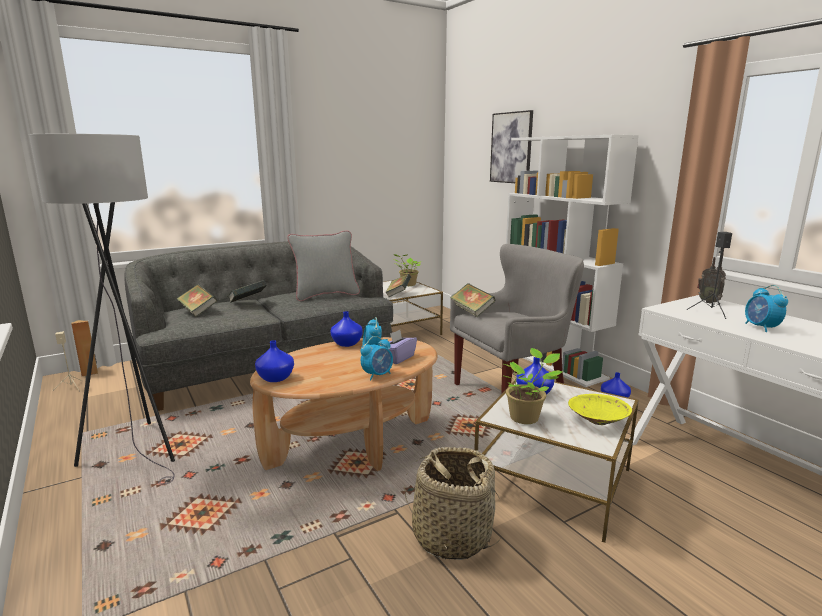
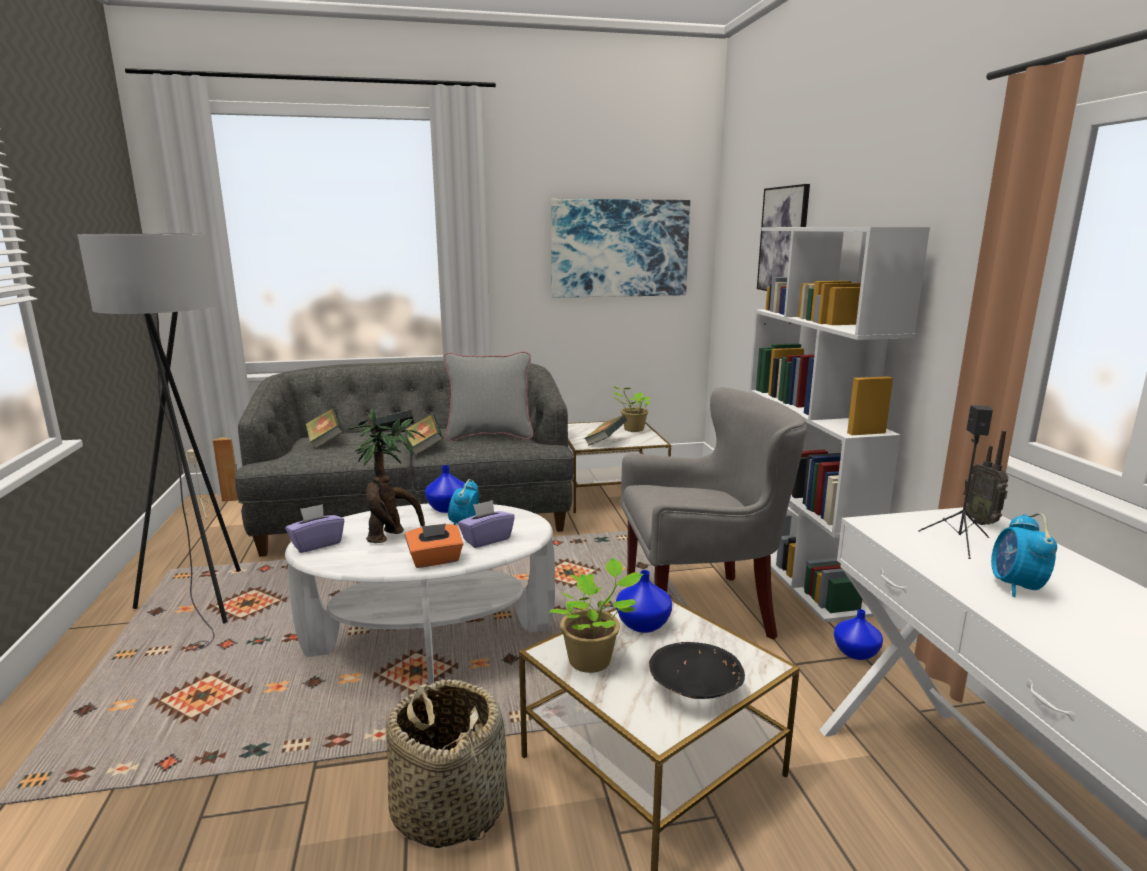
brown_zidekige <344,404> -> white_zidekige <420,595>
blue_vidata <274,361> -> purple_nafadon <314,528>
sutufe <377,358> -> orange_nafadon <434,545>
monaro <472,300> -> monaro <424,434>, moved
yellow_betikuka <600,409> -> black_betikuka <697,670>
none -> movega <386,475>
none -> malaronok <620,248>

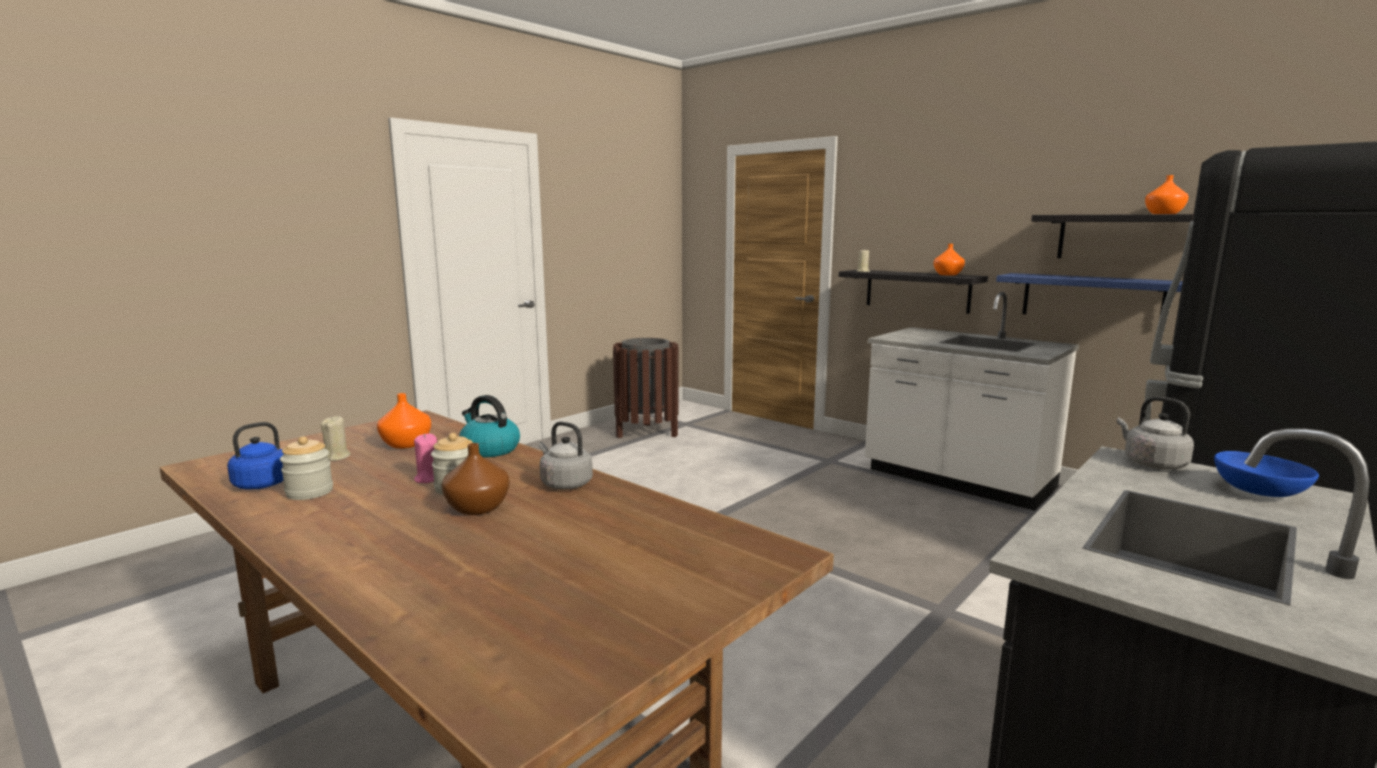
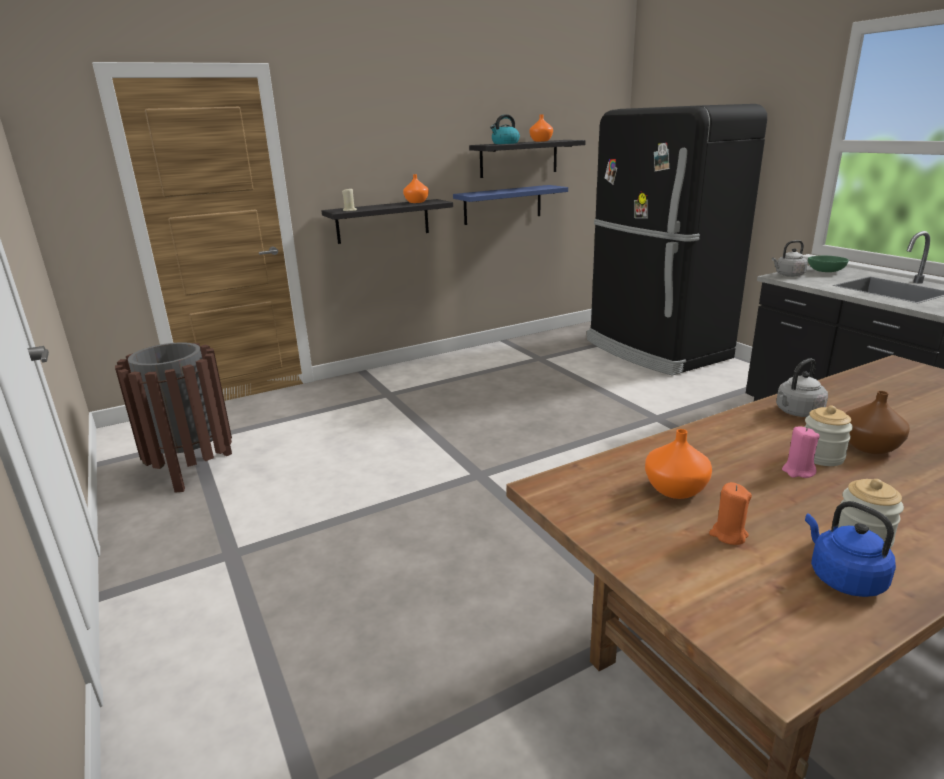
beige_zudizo <336,438> -> orange_zudizo <730,513>
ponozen <489,426> -> ponozen <505,129>, moved
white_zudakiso <972,401> -> none
blue_betikuka <1266,474> -> green_betikuka <828,264>

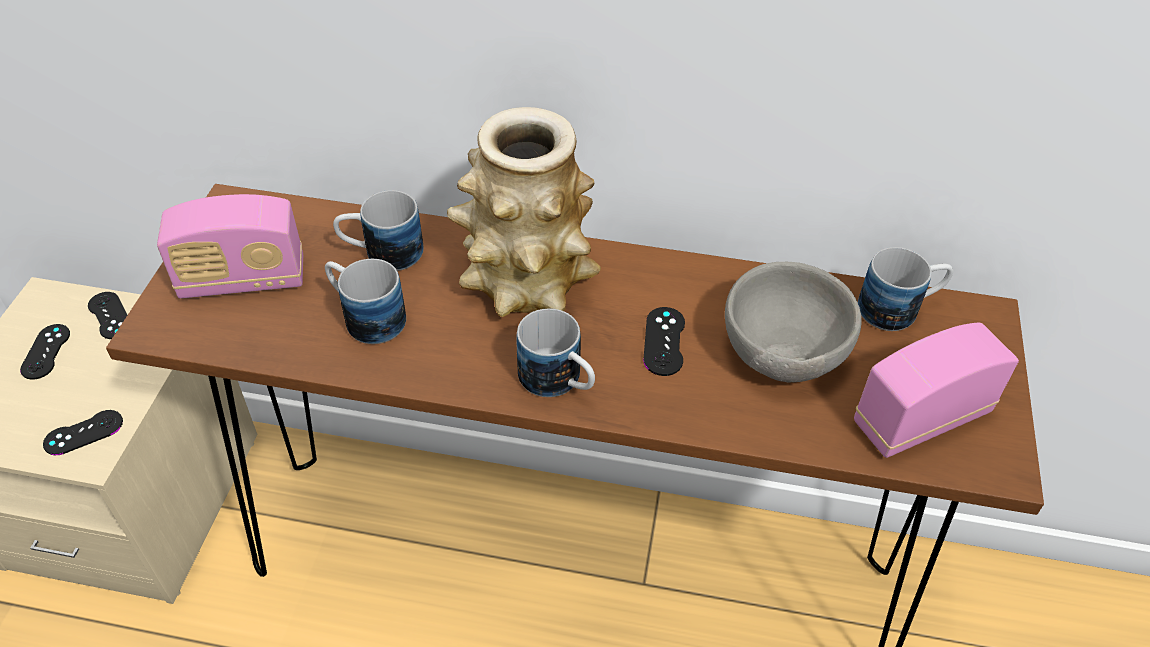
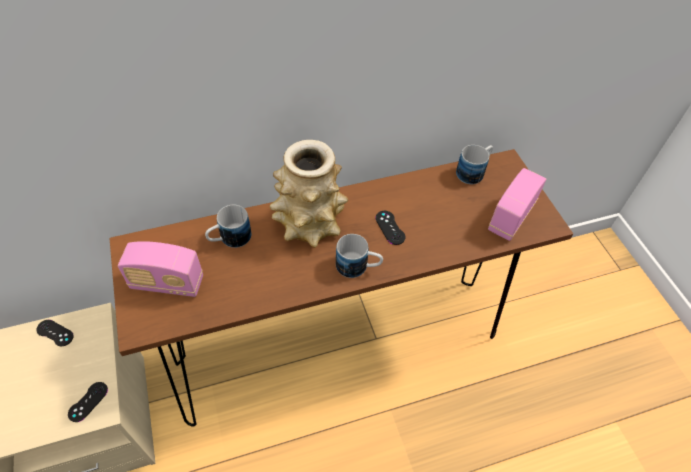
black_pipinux <45,352> -> none
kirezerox <230,246> -> kirezerox <160,269>, 45 degrees clockwise
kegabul <365,301> -> none
grey_betikuka <793,322> -> none

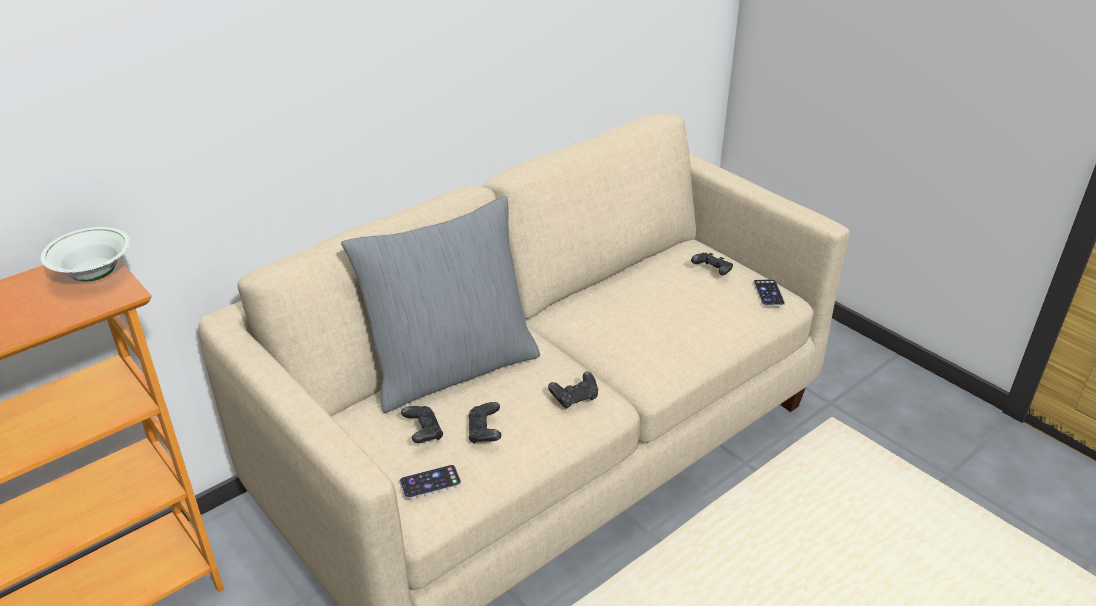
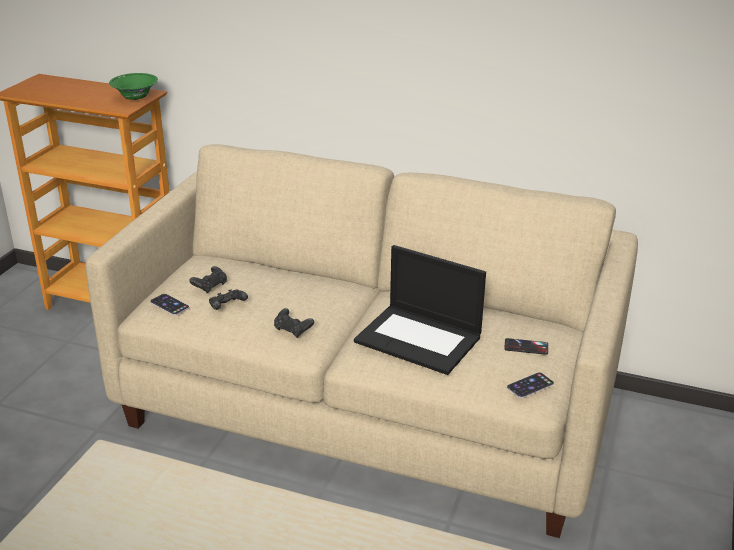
white_betikuka <85,254> -> green_betikuka <133,86>
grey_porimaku <440,304> -> none
black_pipinux <712,264> -> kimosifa <526,346>
none -> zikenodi <420,310>

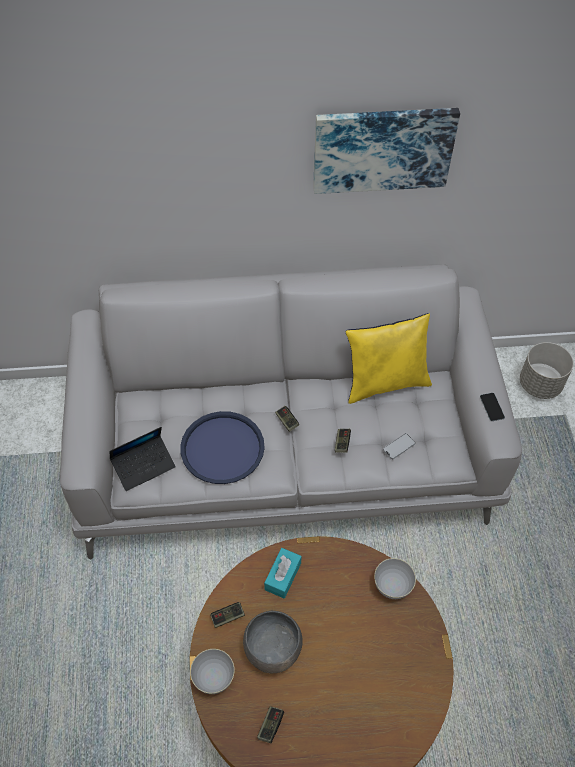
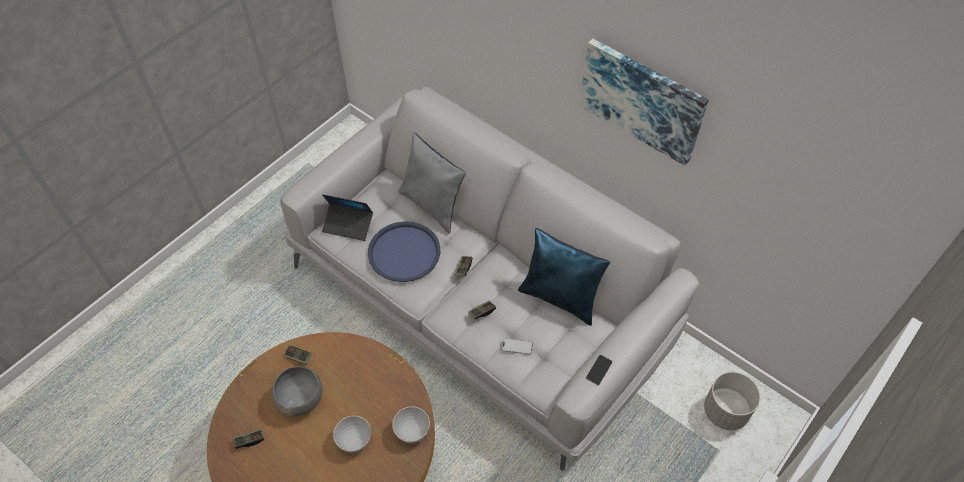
grey_betikuka <212,671> -> grey_betikuka <352,434>, moved
turquoise_nafadon <283,573> -> none
yellow_porimaku <389,358> -> blue_porimaku <564,277>
none -> grey_porimaku <432,183>

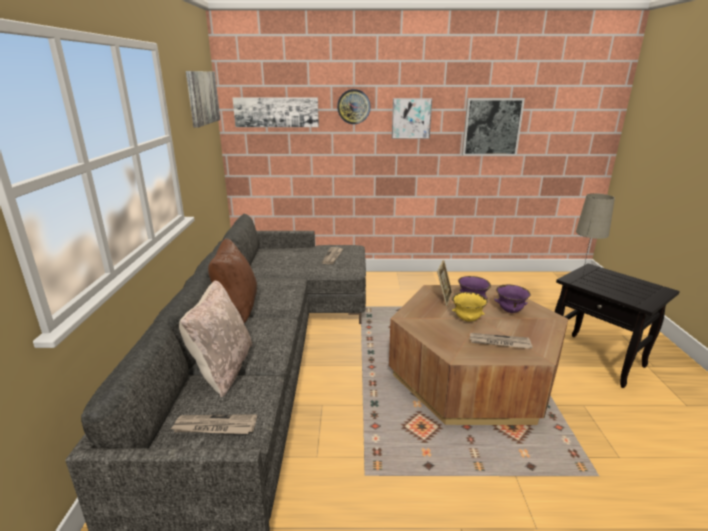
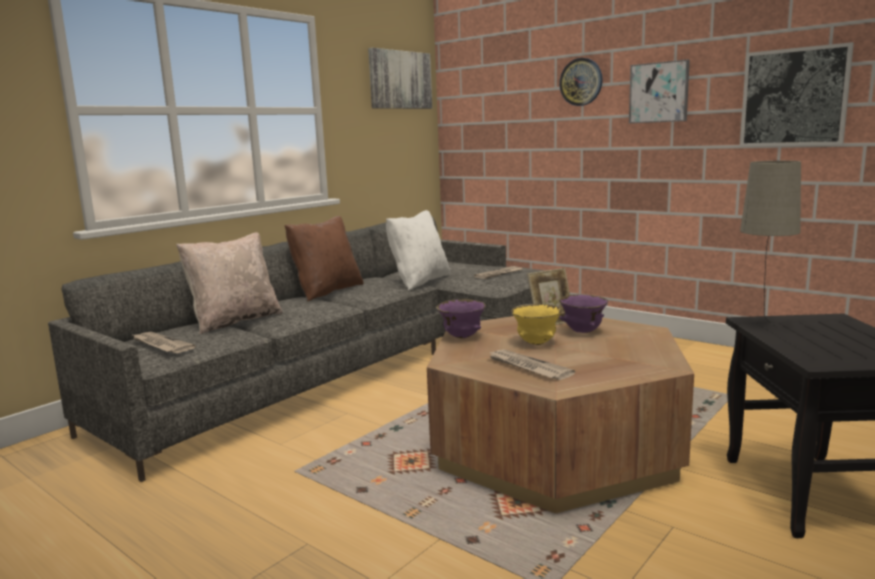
malaronok <276,112> -> none
purple_betikuka <512,298> -> purple_betikuka <461,318>, moved
none -> white_porimaku <418,250>

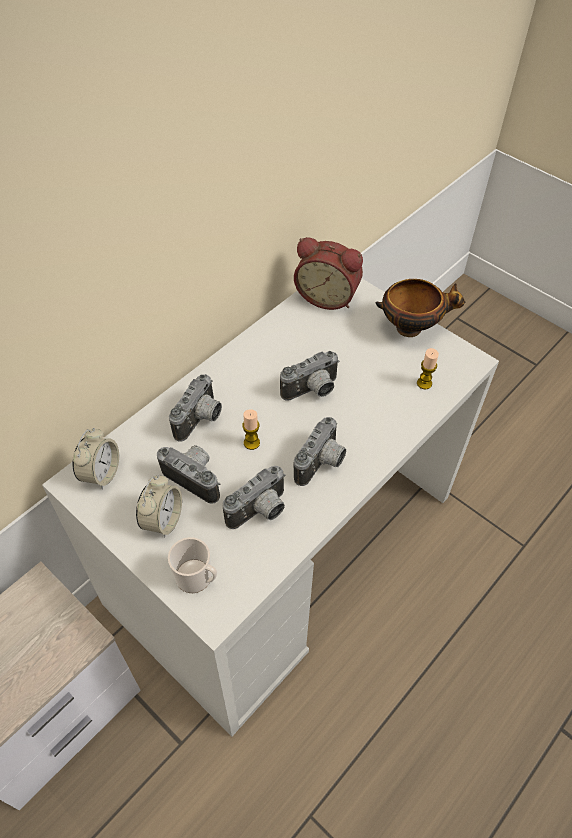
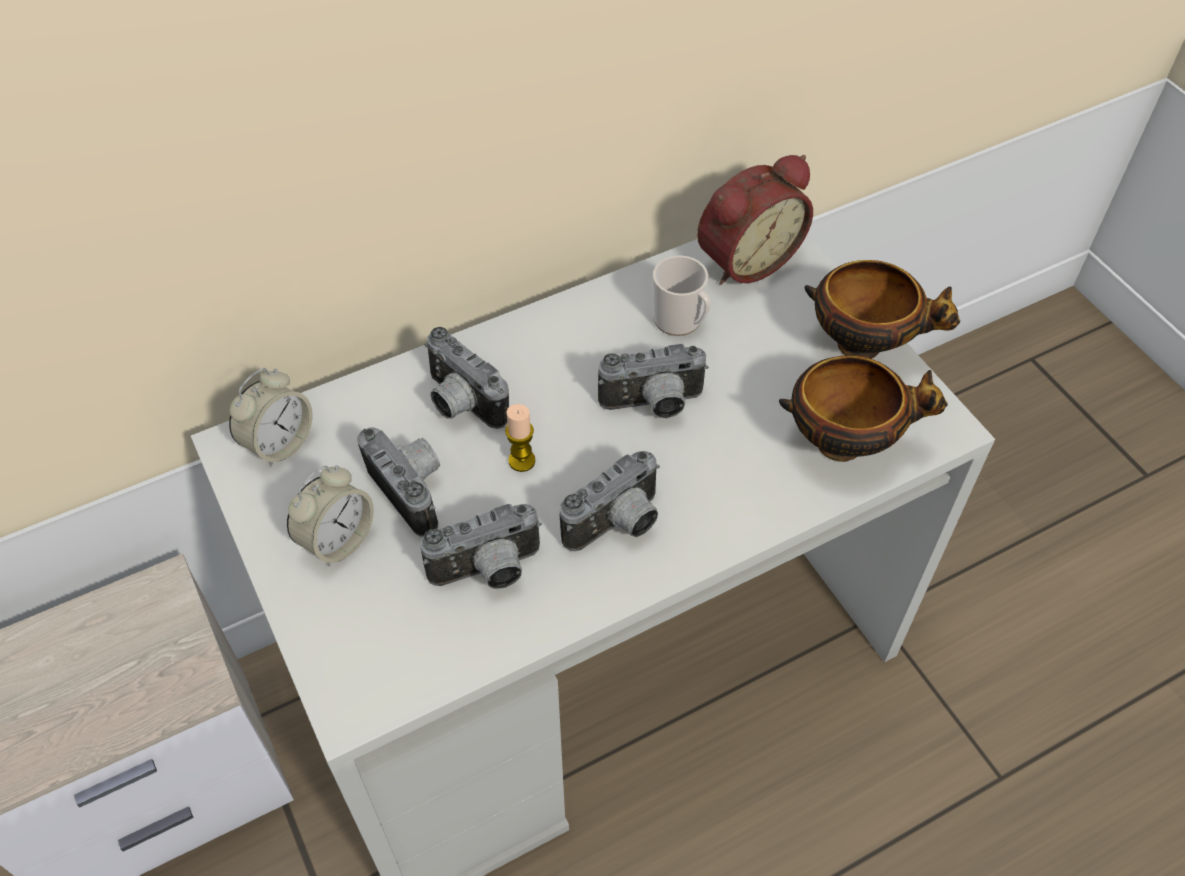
kegabul <192,565> -> kegabul <682,295>, moved
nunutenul <195,408> -> nunutenul <466,378>, 90 degrees clockwise
sutufe <328,273> -> sutufe <755,220>, 75 degrees counterclockwise
zudizo <428,369> -> betikuka <863,408>

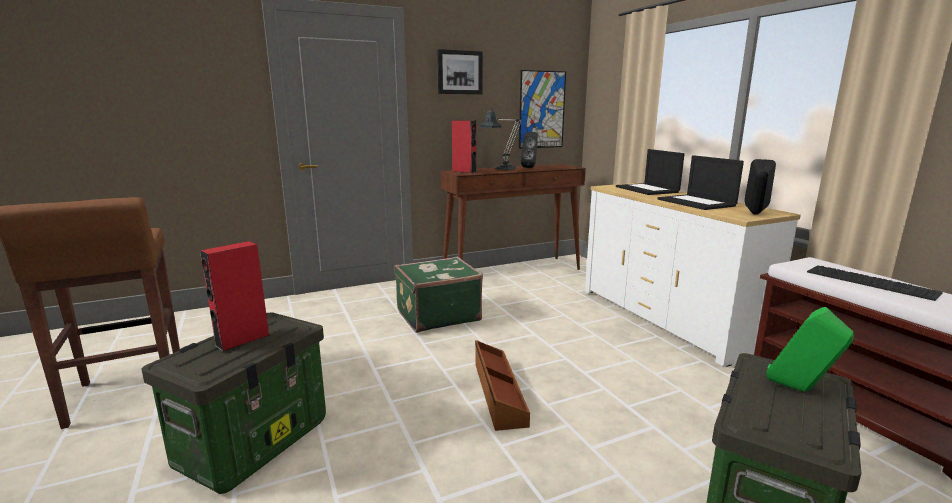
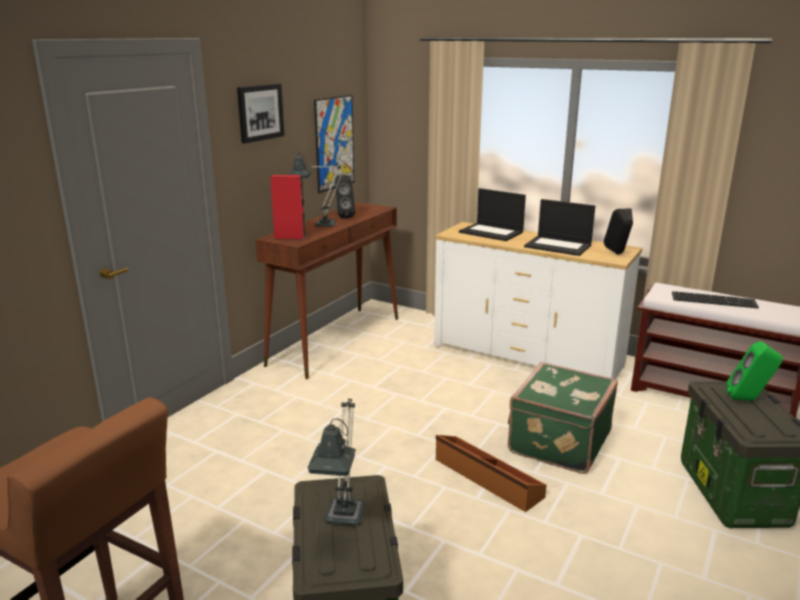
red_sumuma <235,296> -> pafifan <336,461>
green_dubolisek <438,294> -> green_dubolisek <563,418>, moved

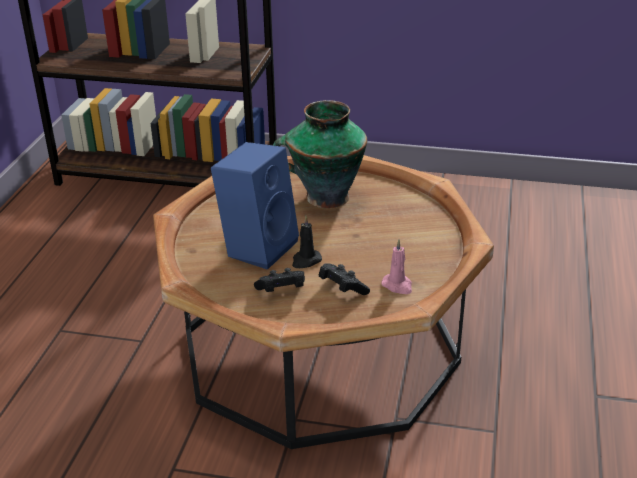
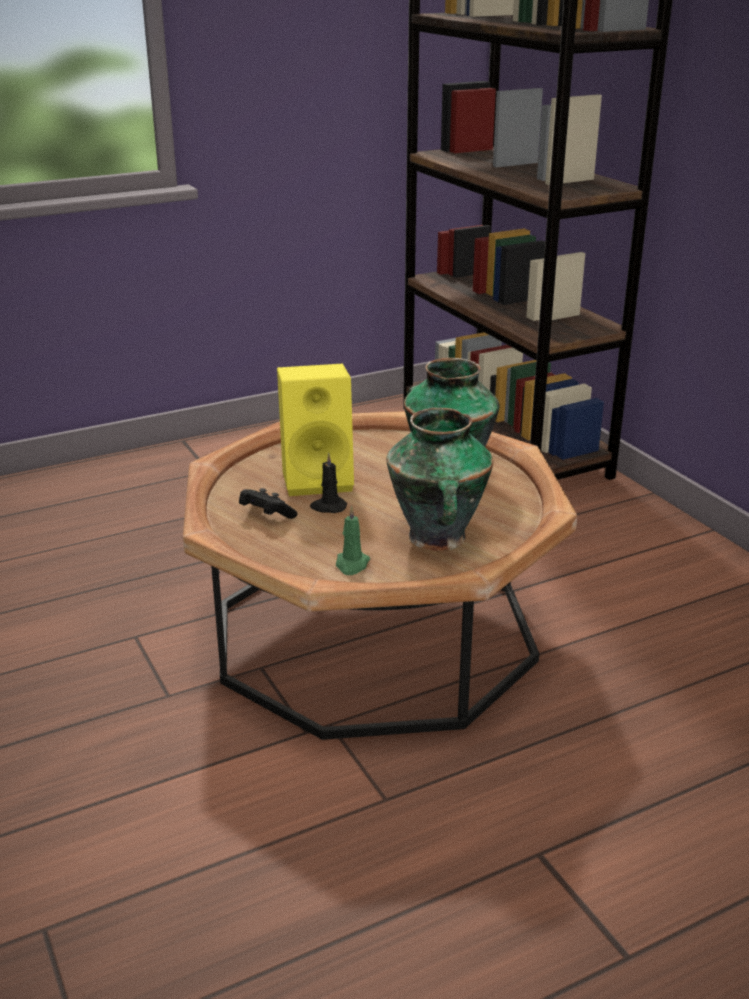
blue_sumuma <255,206> -> yellow_sumuma <315,430>
black_pipinux <344,279> -> none
pink_zudizo <396,266> -> green_zudizo <353,540>
none -> vidata <439,479>

